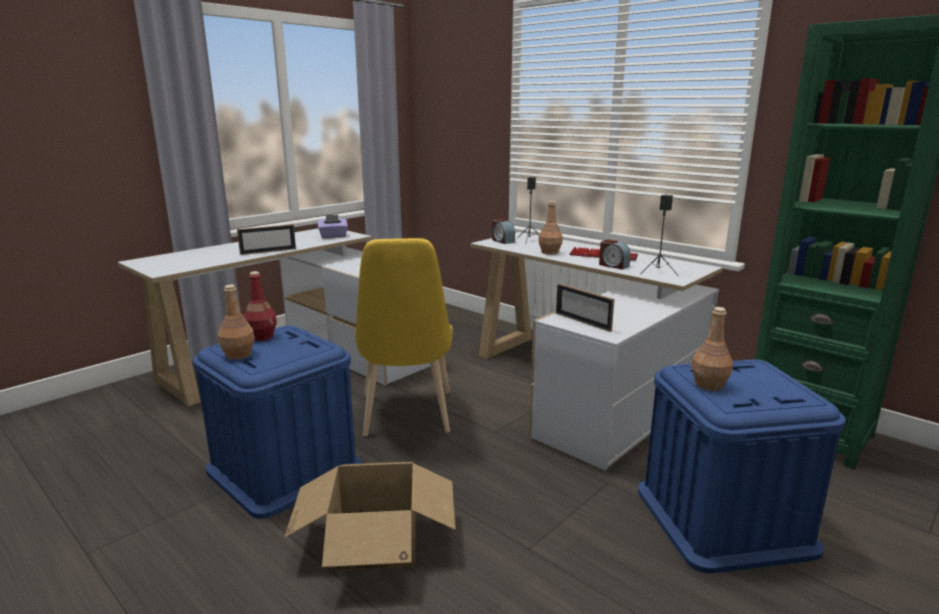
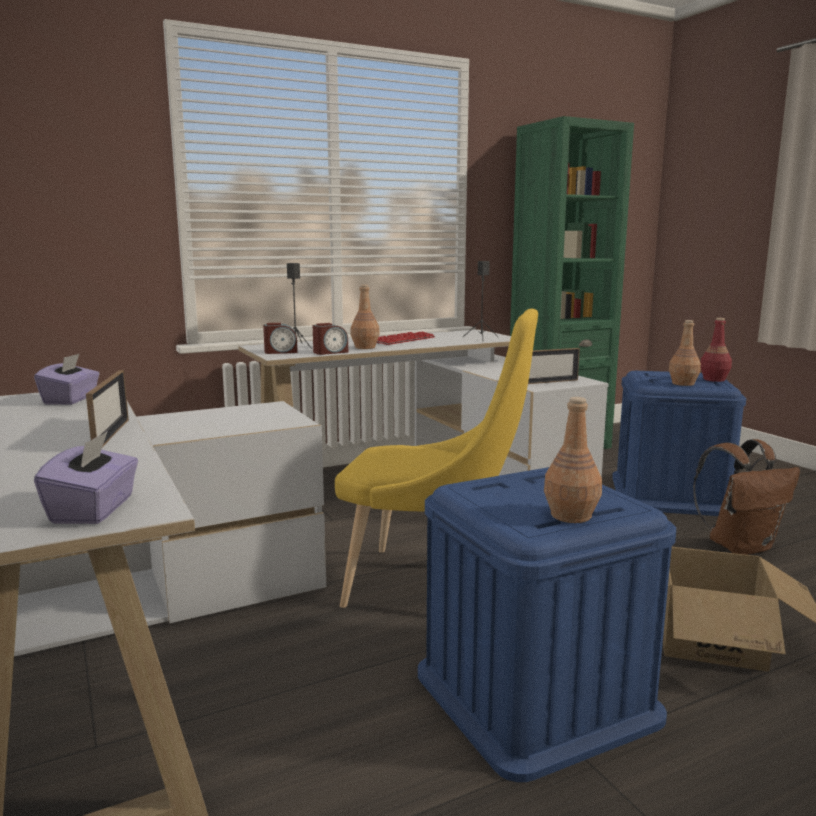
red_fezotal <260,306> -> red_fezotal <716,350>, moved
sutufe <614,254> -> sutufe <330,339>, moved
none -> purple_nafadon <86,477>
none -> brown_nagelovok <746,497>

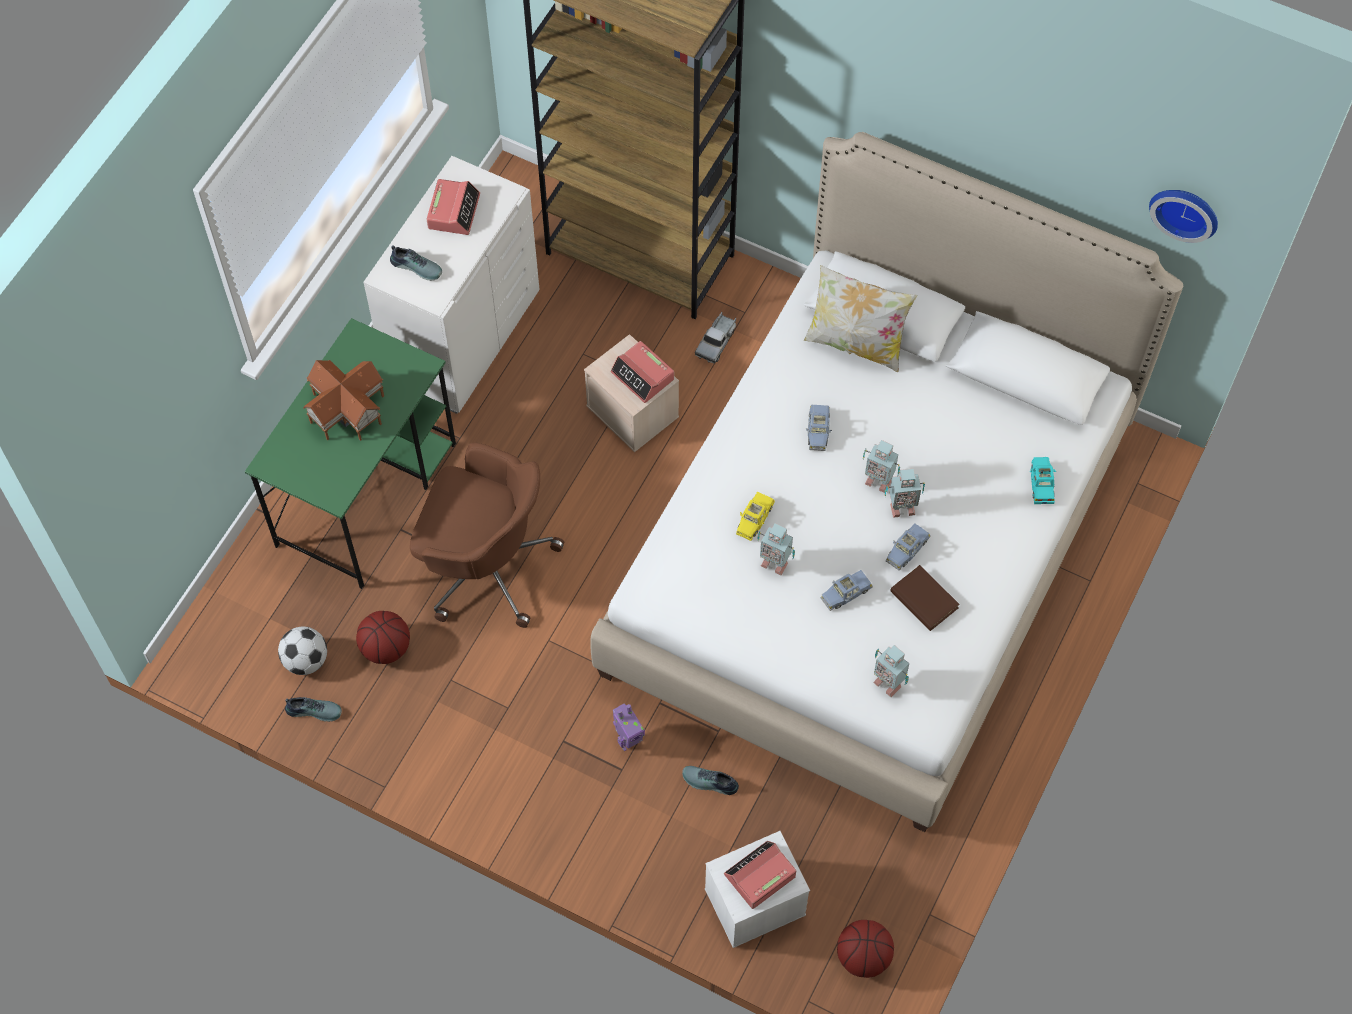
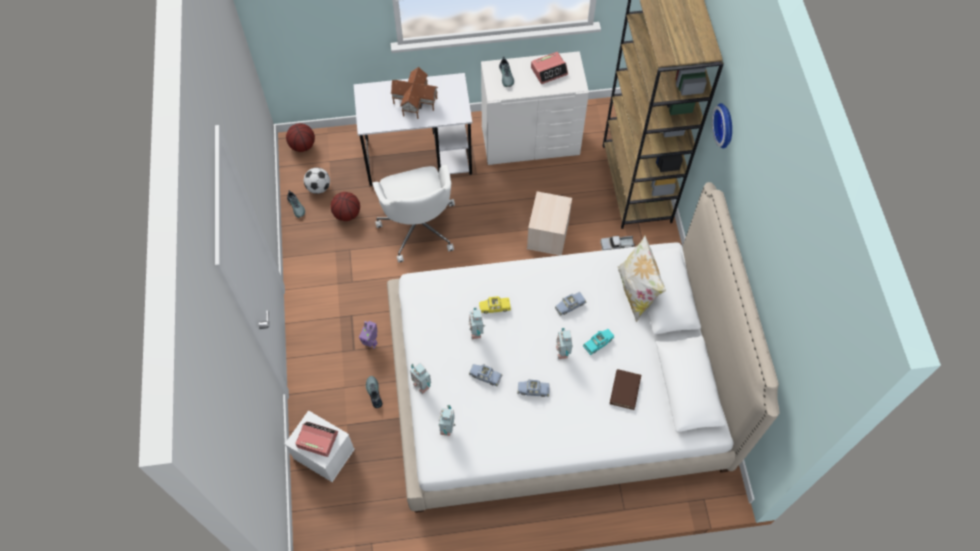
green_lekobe <350,453> -> white_lekobe <413,129>
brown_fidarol <487,535> -> white_fidarol <413,214>
sutufe <642,372> -> none
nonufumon <865,949> -> nonufumon <300,137>, moved
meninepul <905,493> -> meninepul <420,378>, moved
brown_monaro <925,598> -> brown_monaro <625,389>, moved
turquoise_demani <1043,480> -> turquoise_demani <598,342>, moved
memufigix <1183,216> -> memufigix <722,126>, moved

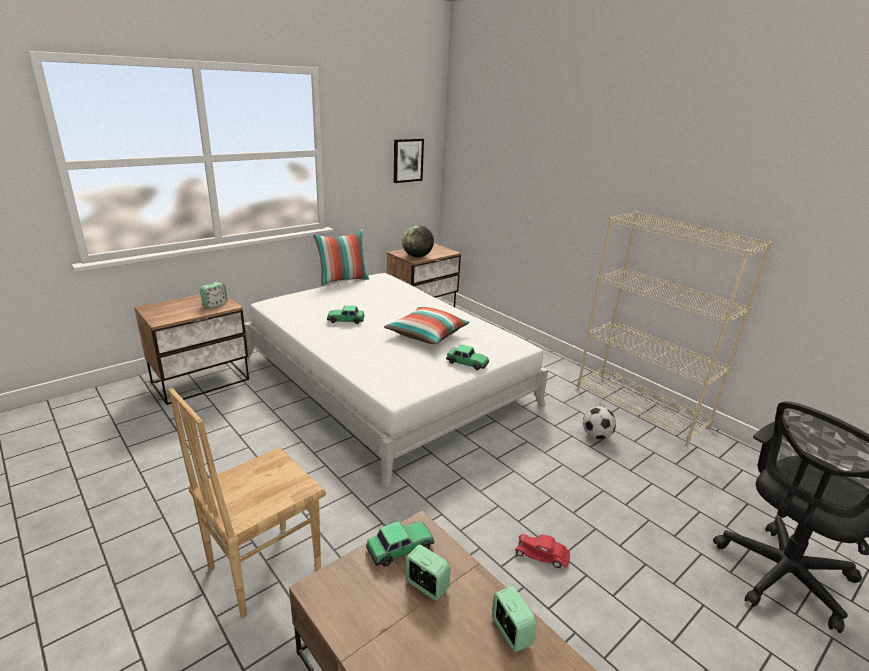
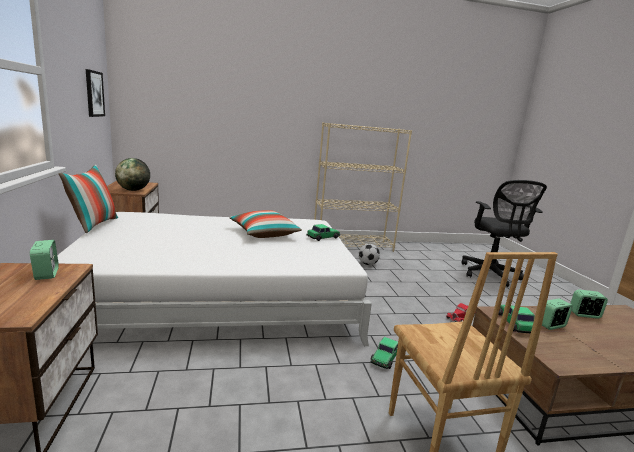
demani <346,314> -> demani <384,353>, moved

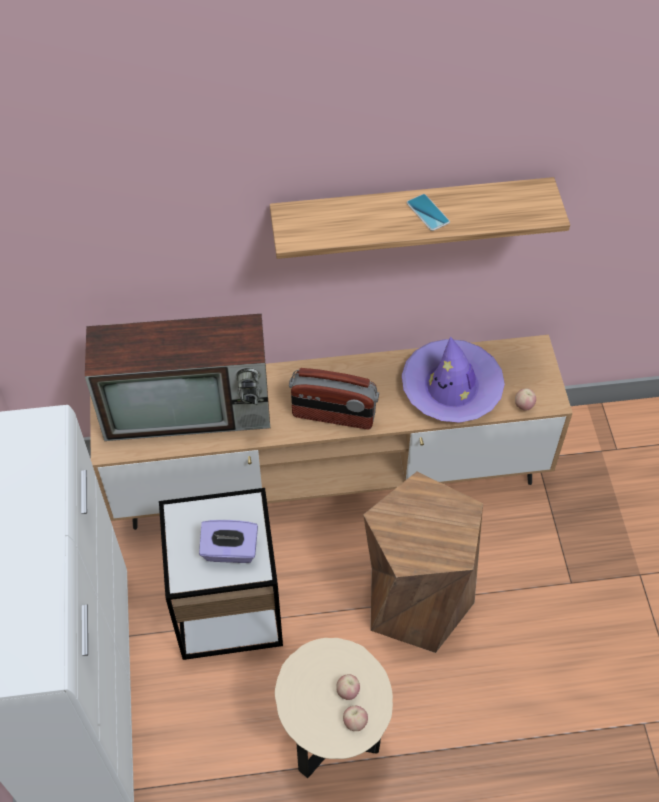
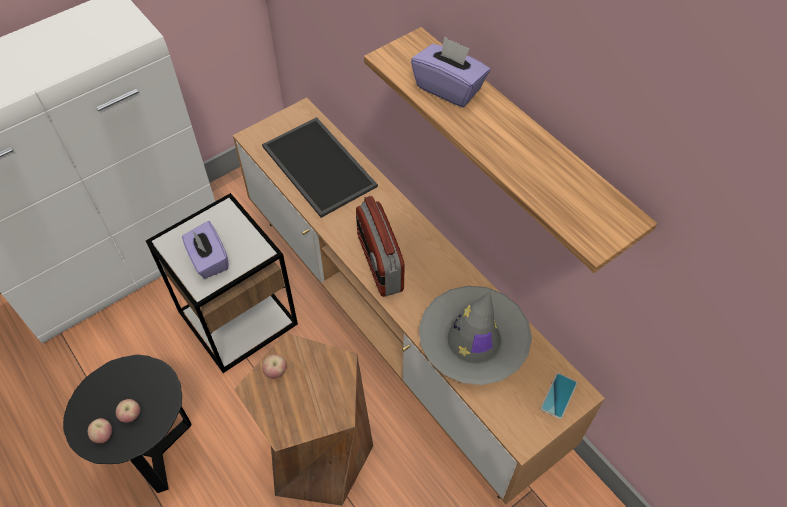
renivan <177,377> -> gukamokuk <320,167>
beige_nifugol <334,708> -> black_nifugol <127,424>
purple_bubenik <453,379> -> grey_bubenik <475,335>
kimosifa <428,212> -> kimosifa <559,396>, moved
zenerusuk <525,399> -> zenerusuk <274,366>, moved
none -> purple_nafadon <450,71>

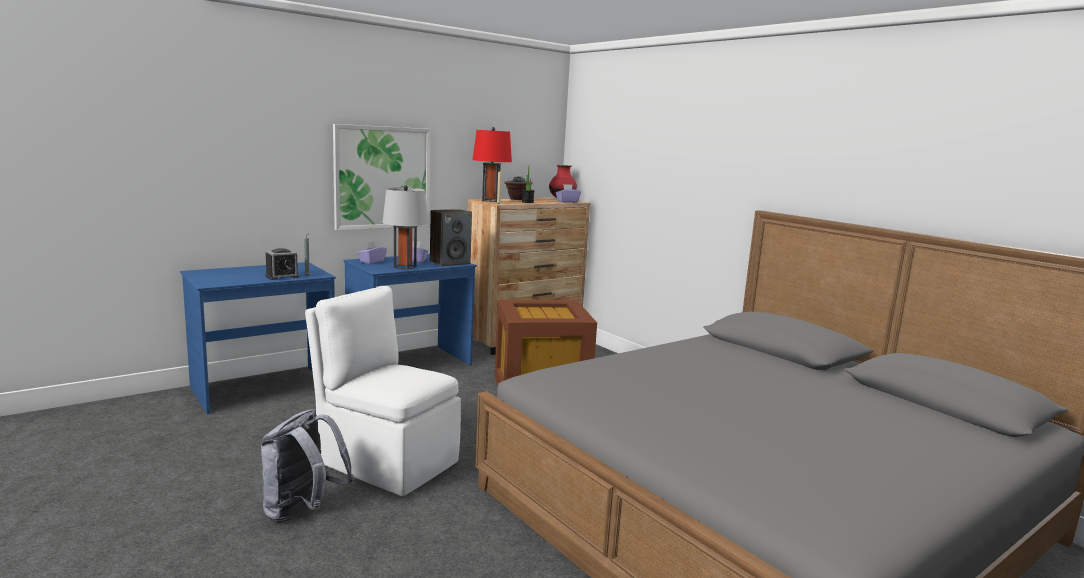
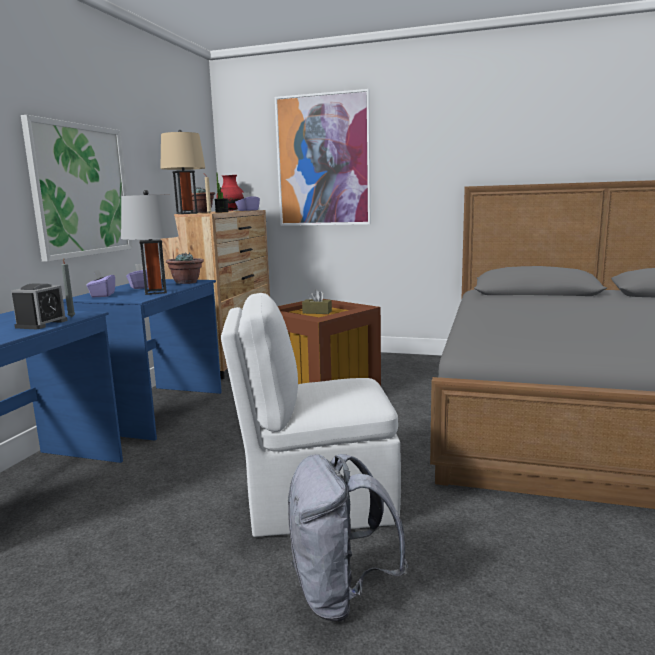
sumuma <451,237> -> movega <185,268>
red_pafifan <492,164> -> beige_pafifan <182,172>
none -> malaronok <323,157>
none -> brown_nafadon <317,302>

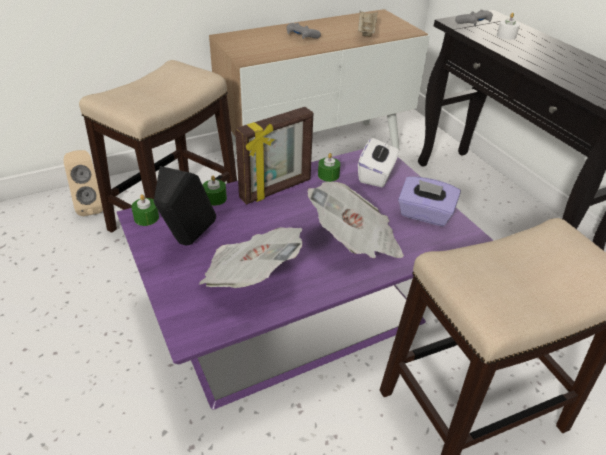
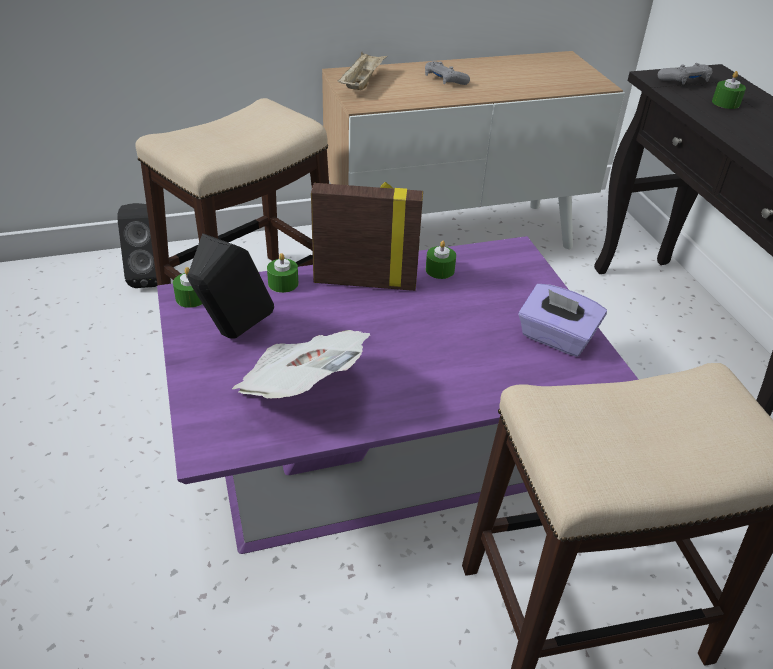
beige_sumuma <83,183> -> black_sumuma <137,245>
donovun <274,155> -> donovun <367,236>, 150 degrees counterclockwise
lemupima <355,220> -> none
beige_gukamokuk <368,23> -> beige_gukamokuk <362,71>, moved
white_nafadon <378,162> -> none
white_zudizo <508,26> -> green_zudizo <729,90>

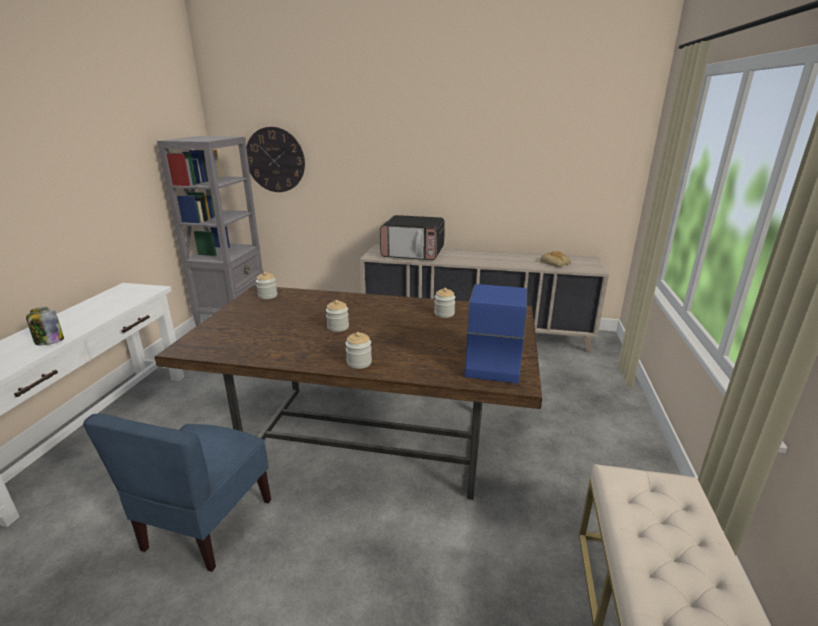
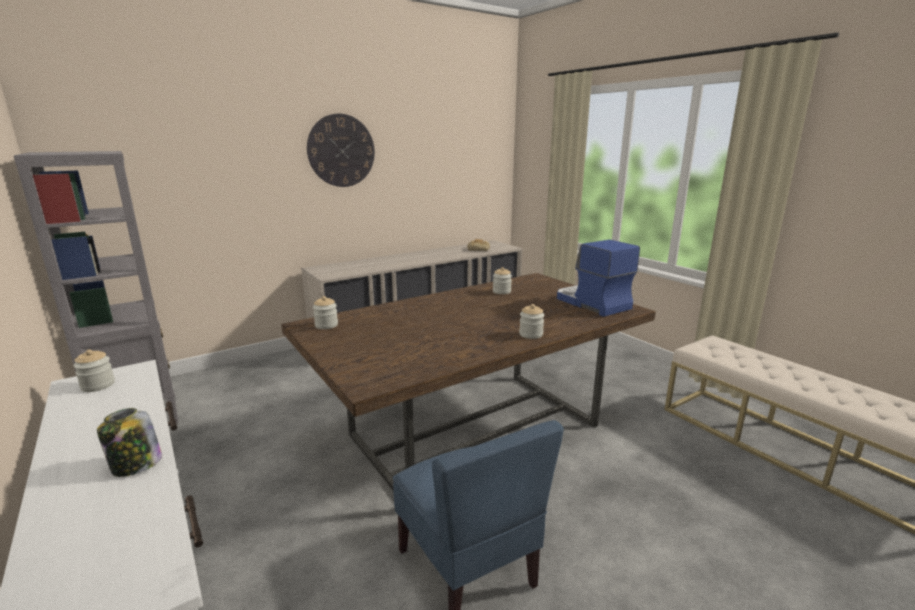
memufigix <275,159> -> memufigix <341,150>, moved
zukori <337,316> -> zukori <94,370>, moved
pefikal <412,237> -> none

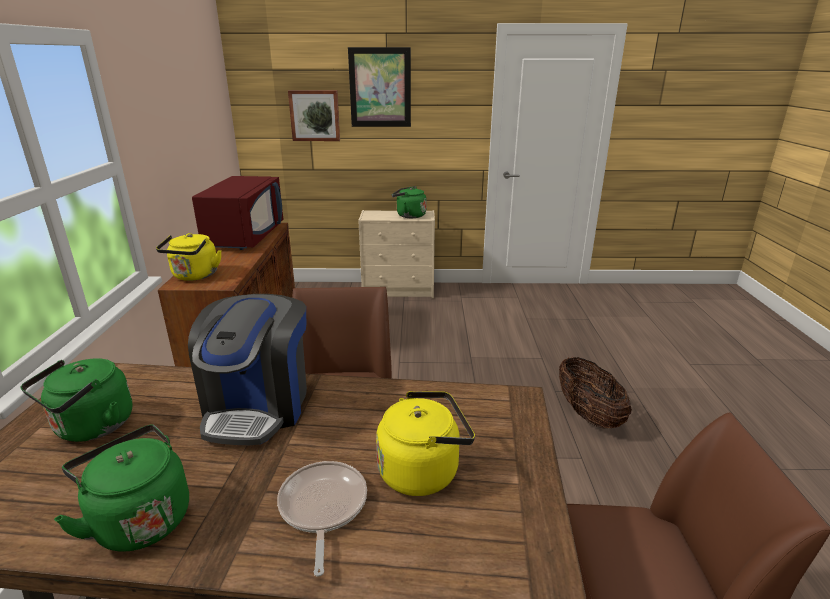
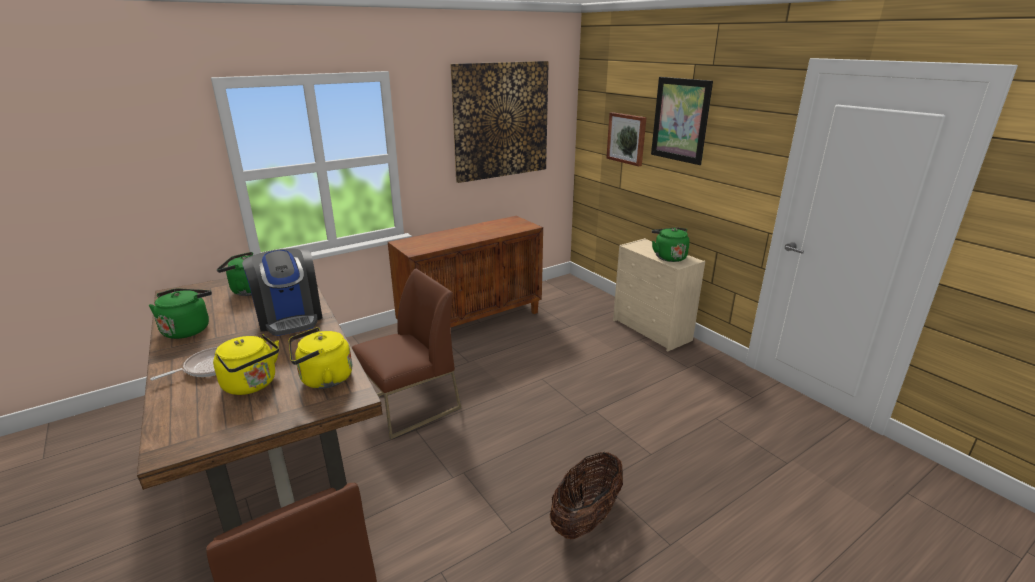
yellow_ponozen <188,257> -> yellow_ponozen <320,358>, moved
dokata <247,369> -> dokata <282,292>, 90 degrees counterclockwise
red_pefikal <237,213> -> none
none -> malaronok <499,122>

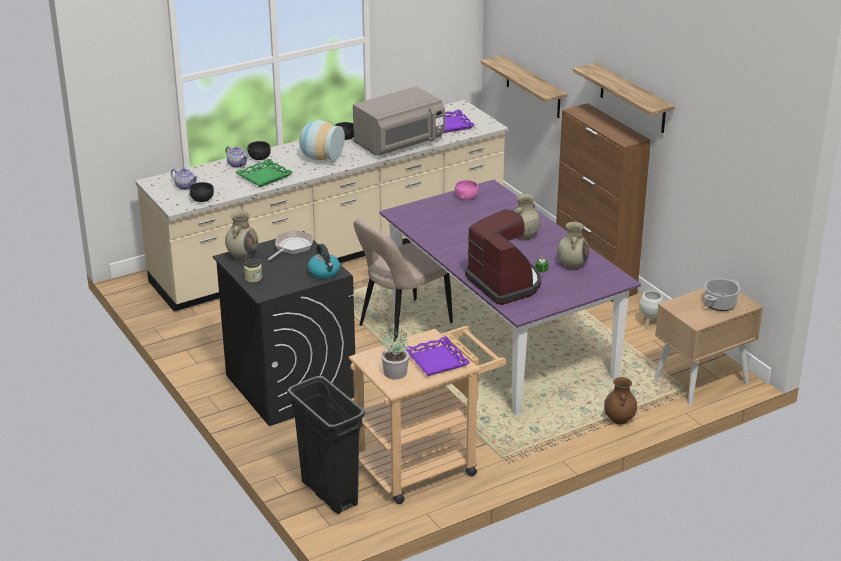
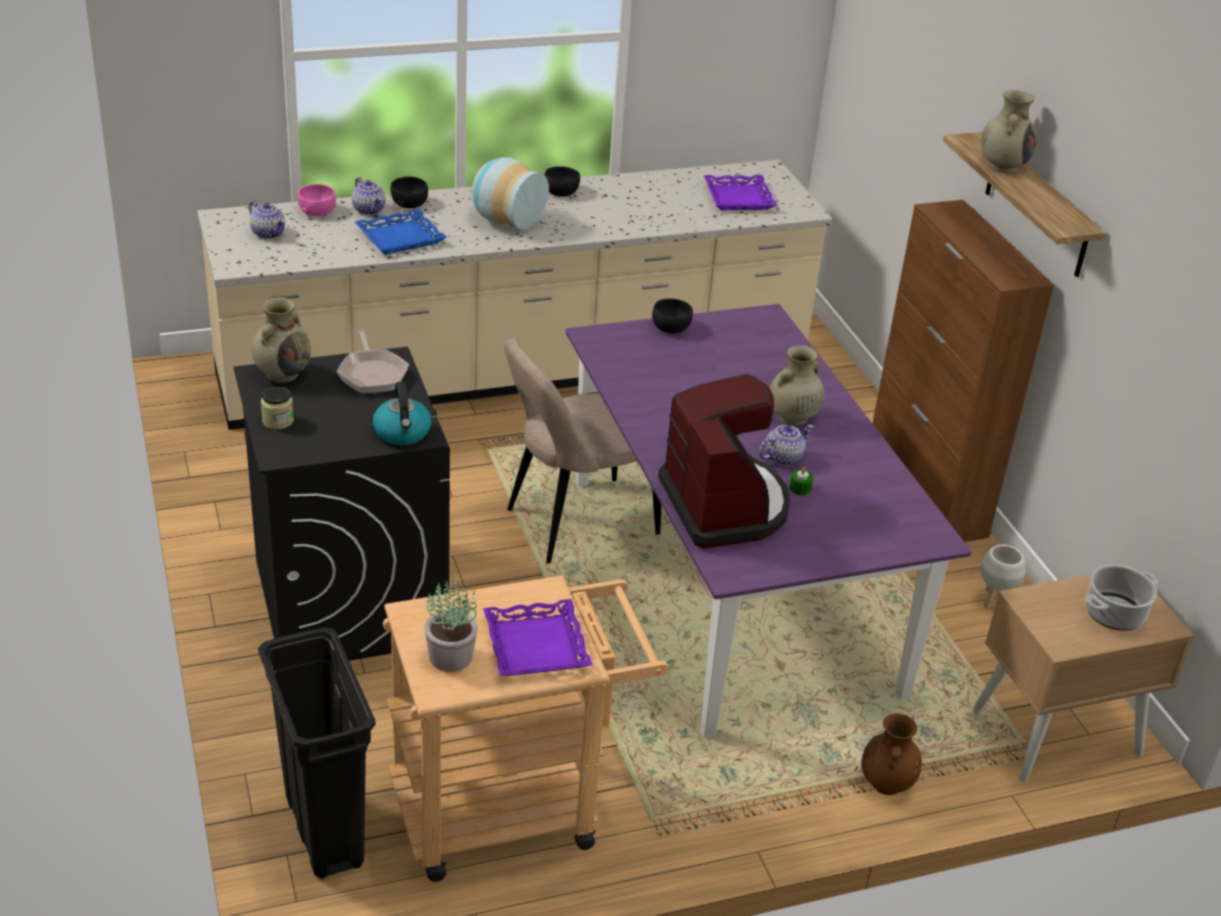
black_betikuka <202,192> -> black_betikuka <672,316>, moved
green_gukamokuk <264,173> -> blue_gukamokuk <401,232>
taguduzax <290,245> -> taguduzax <373,361>, 120 degrees clockwise
grey_pefikal <399,121> -> none
pink_betikuka <467,190> -> pink_betikuka <316,200>, moved
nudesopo <524,86> -> none
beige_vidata <573,245> -> beige_vidata <1008,131>, moved
none -> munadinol <786,445>

